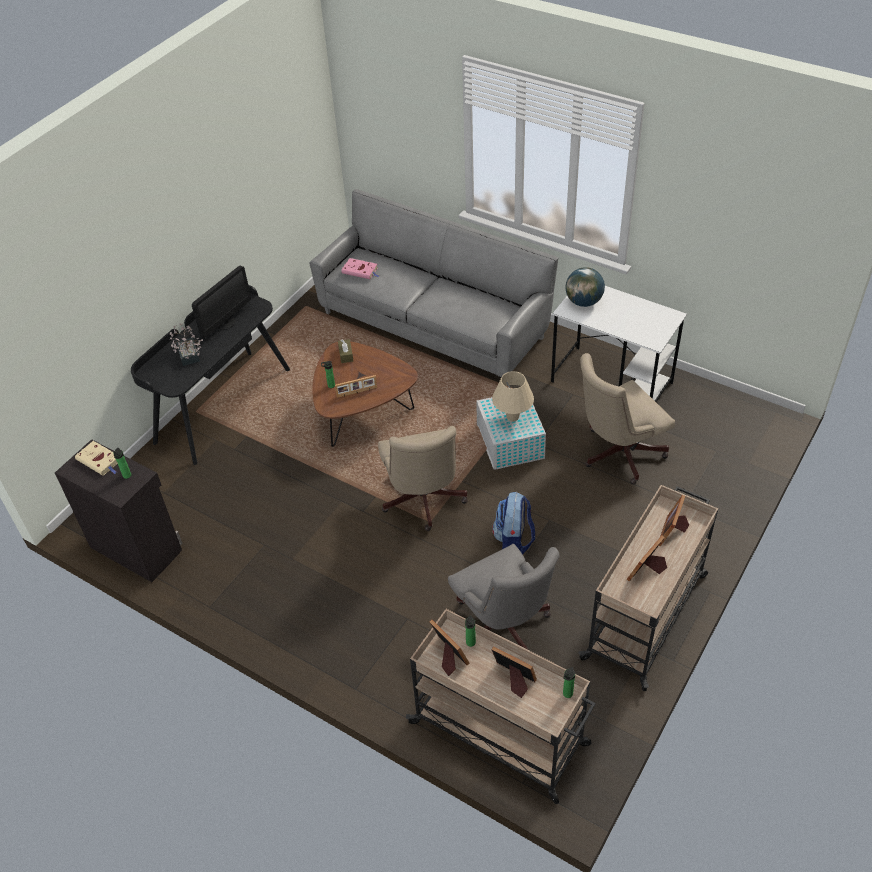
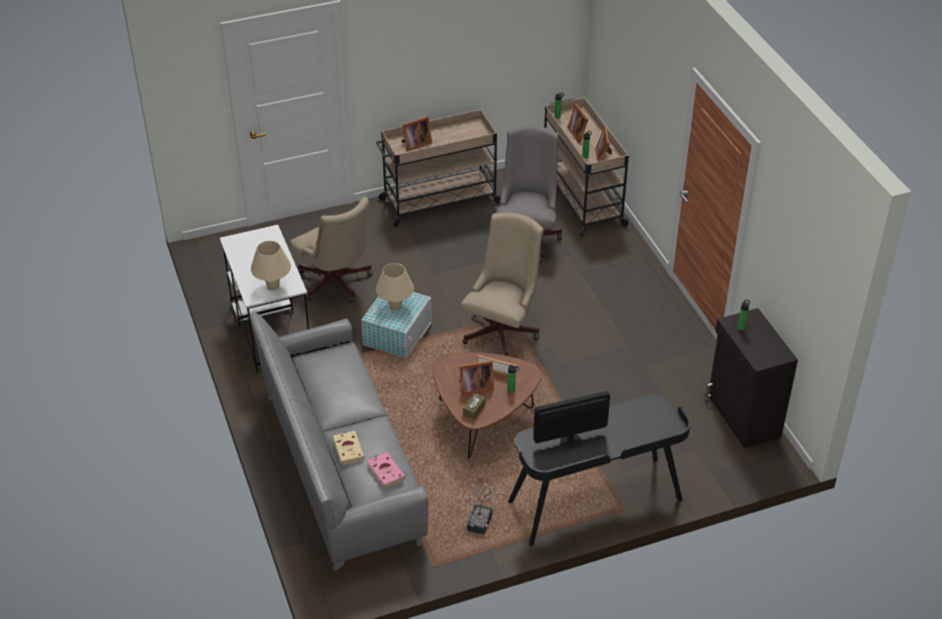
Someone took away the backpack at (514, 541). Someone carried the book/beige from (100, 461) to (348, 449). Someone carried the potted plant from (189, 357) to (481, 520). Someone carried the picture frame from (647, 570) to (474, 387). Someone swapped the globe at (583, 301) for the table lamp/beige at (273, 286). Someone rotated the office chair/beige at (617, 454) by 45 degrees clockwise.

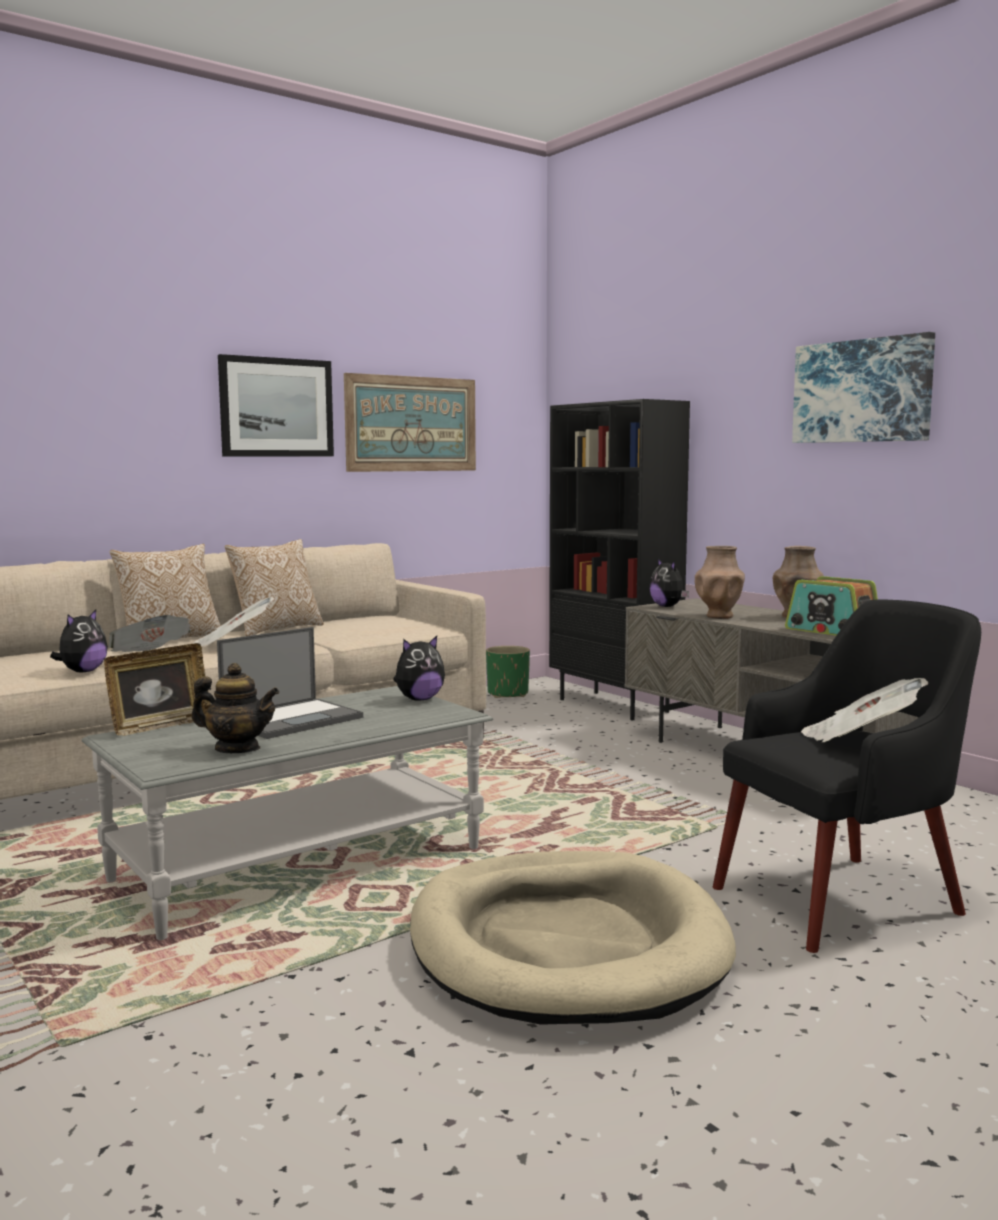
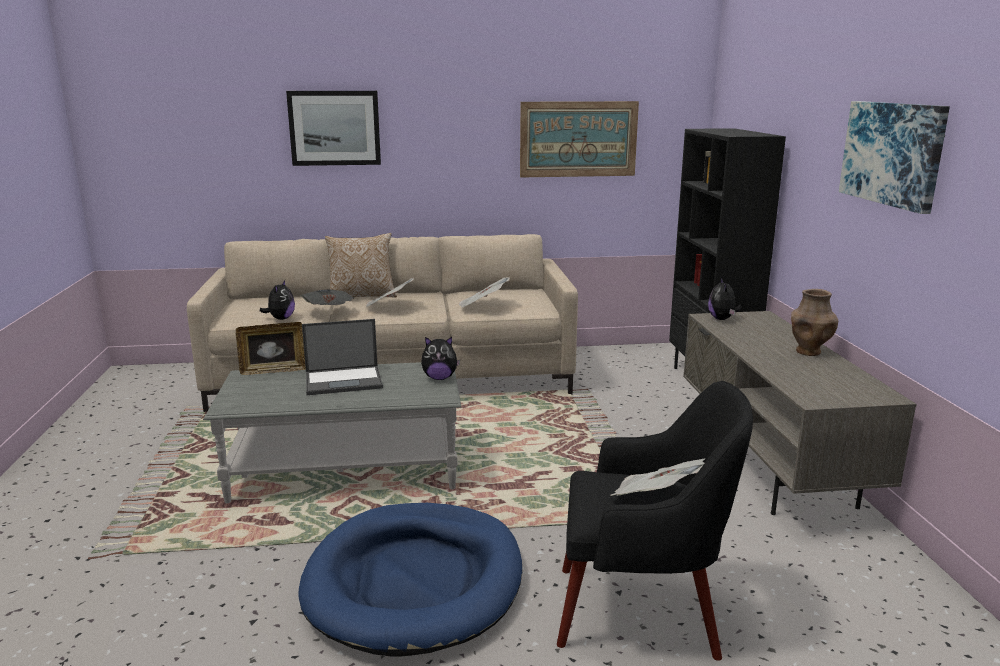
Someone took away the teapot at (237, 749). Someone took away the pillow at (276, 629). Someone took away the planter/green at (507, 694). Someone took away the vase/brown at (719, 616). Someone took away the radio at (832, 631). Someone put down the newspaper at (482, 306). Someone carried the picture from (276, 407) to (334, 128). Someone repainted the dog bed/beige at (566, 945), which became the dog bed/blue at (415, 581). Someone rotated the plush toy at (82, 671) by 45 degrees counterclockwise.

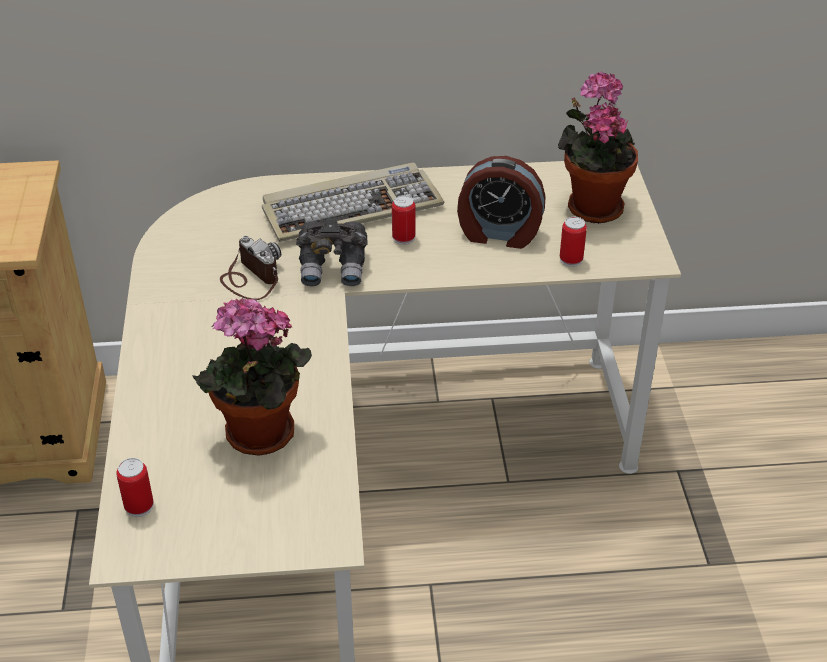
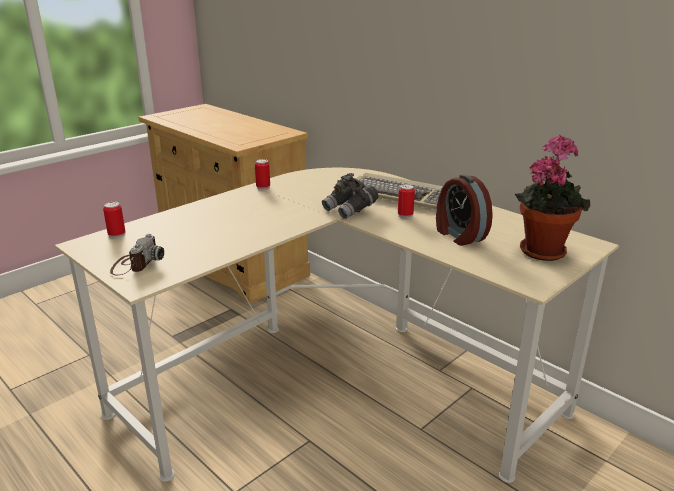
Someone took away the potted plant at (258, 438). Someone carried the photo camera from (251, 278) to (136, 264). Someone carried the can from (571, 260) to (263, 187).

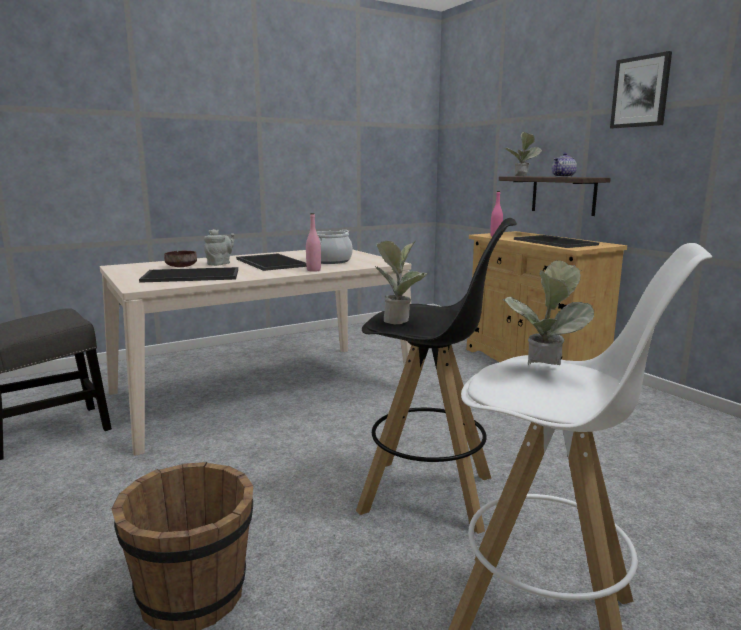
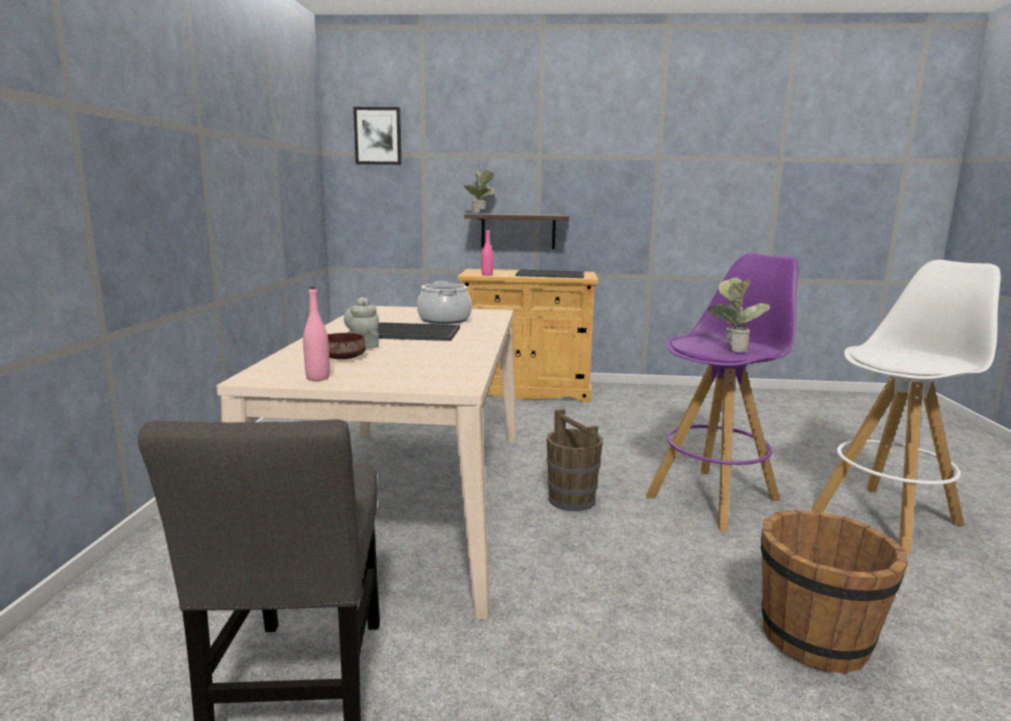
Someone took away the tray at (190, 276). Someone took away the potted plant at (543, 370). Someone took away the teapot at (563, 176). Someone put down the bucket/brown at (572, 500). Someone carried the bottle/pink from (313, 270) to (318, 378). Someone carried the picture from (640, 92) to (378, 136). Someone repainted the stool/black at (429, 494), which became the stool/purple at (714, 497).

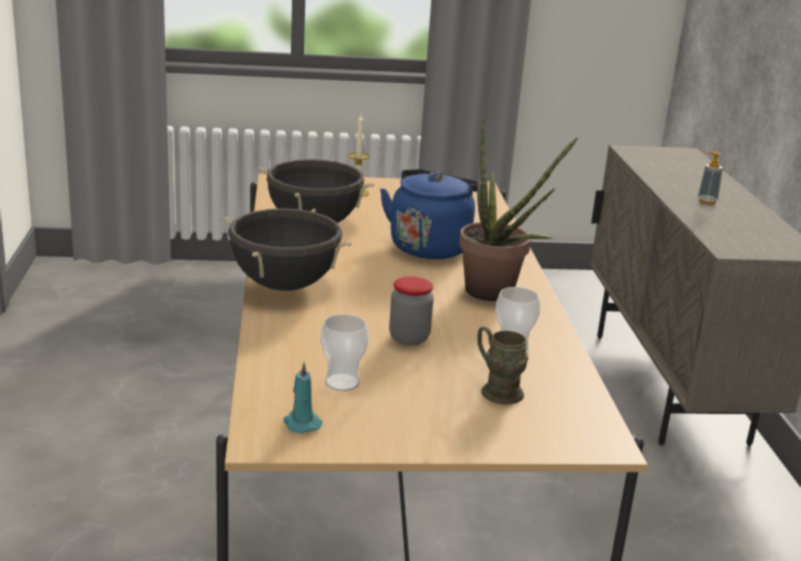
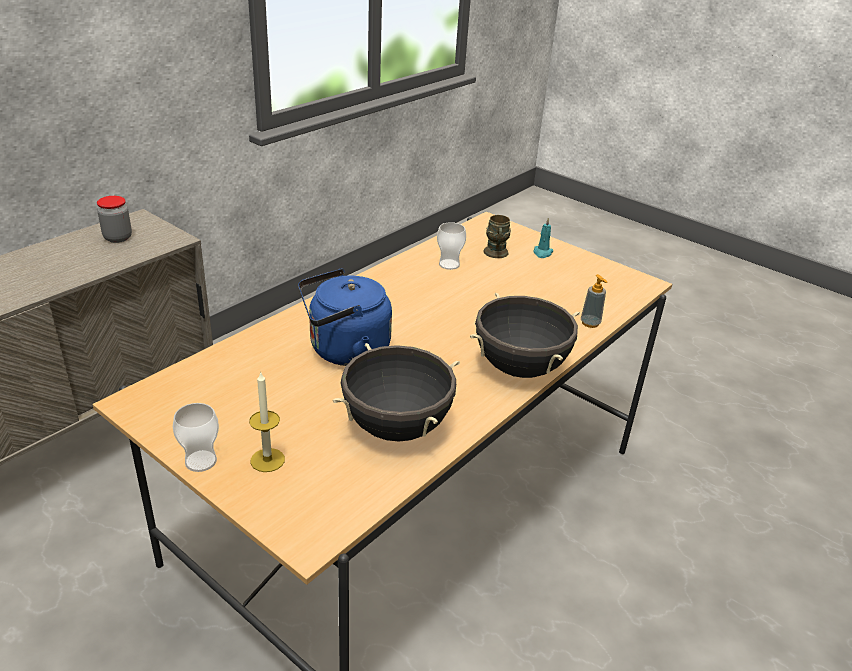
Someone took away the potted plant at (497, 295). Someone carried the candle/turquoise from (301, 423) to (542, 253). Someone carried the cup from (342, 383) to (201, 461). Someone carried the jar from (409, 338) to (118, 238). Someone carried the soap dispenser from (707, 201) to (590, 323).

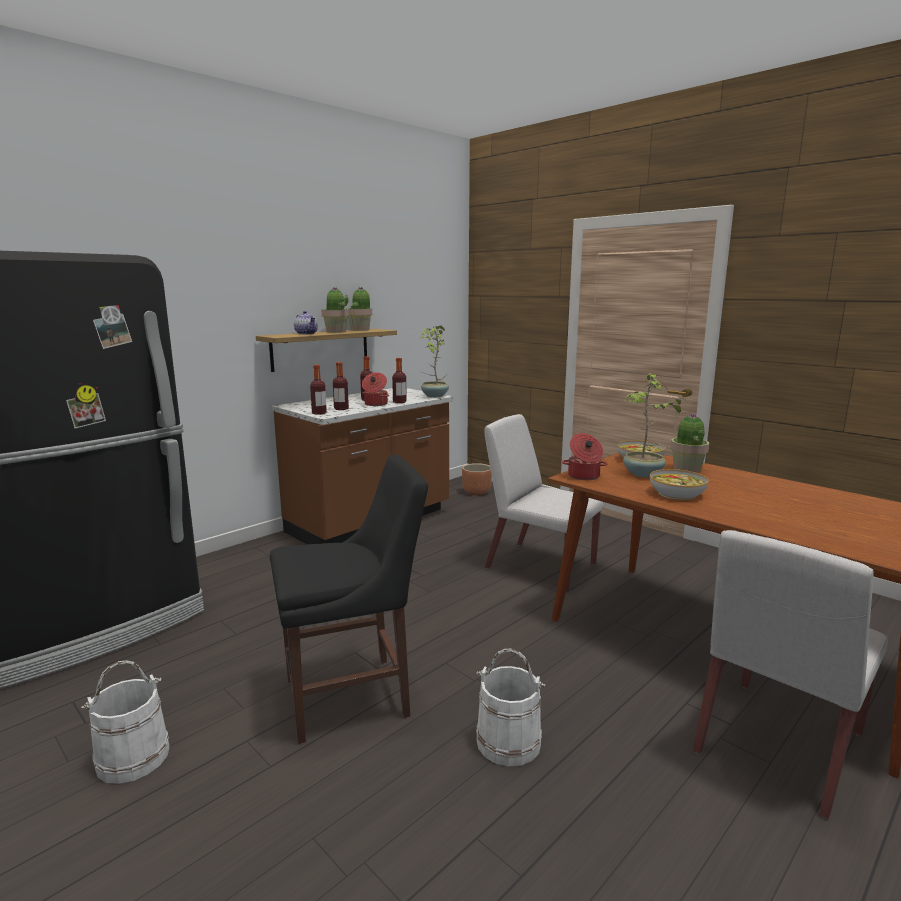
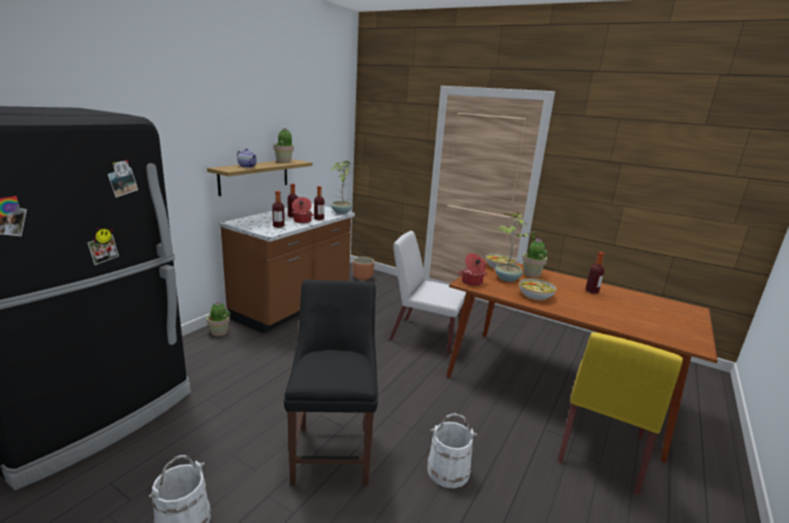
Someone carried the bottle from (319, 413) to (591, 291). Someone carried the potted plant from (336, 332) to (219, 332). Someone repainted the chair/white at (778, 744), which became the chair/yellow at (601, 450). Someone rotated the chair/black at (354, 696) by 60 degrees counterclockwise.

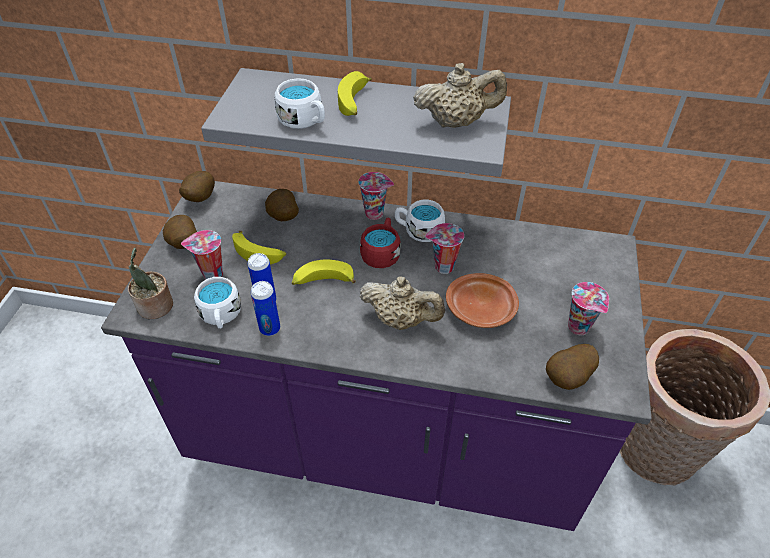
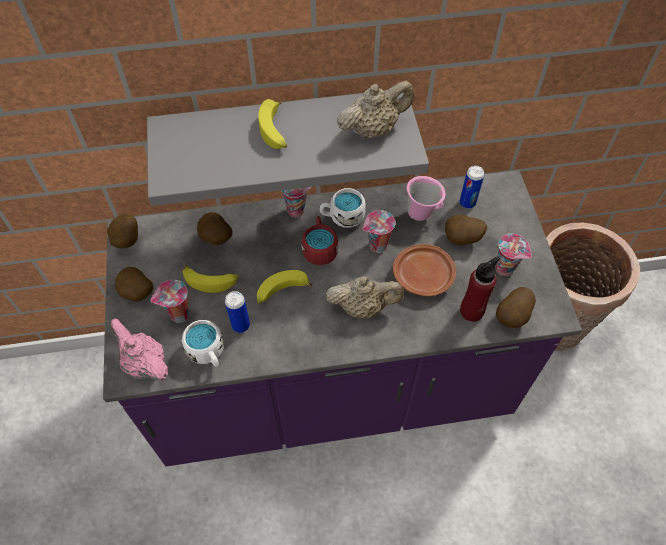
Someone took away the mug/white at (304, 121). Someone put down the mug/pink at (421, 213). Someone put down the potato at (462, 240). Someone put down the bottle/red at (472, 311). Someone carried the can from (270, 328) to (467, 203). Someone swapped the potted plant at (156, 307) for the teapot/pink at (144, 363).

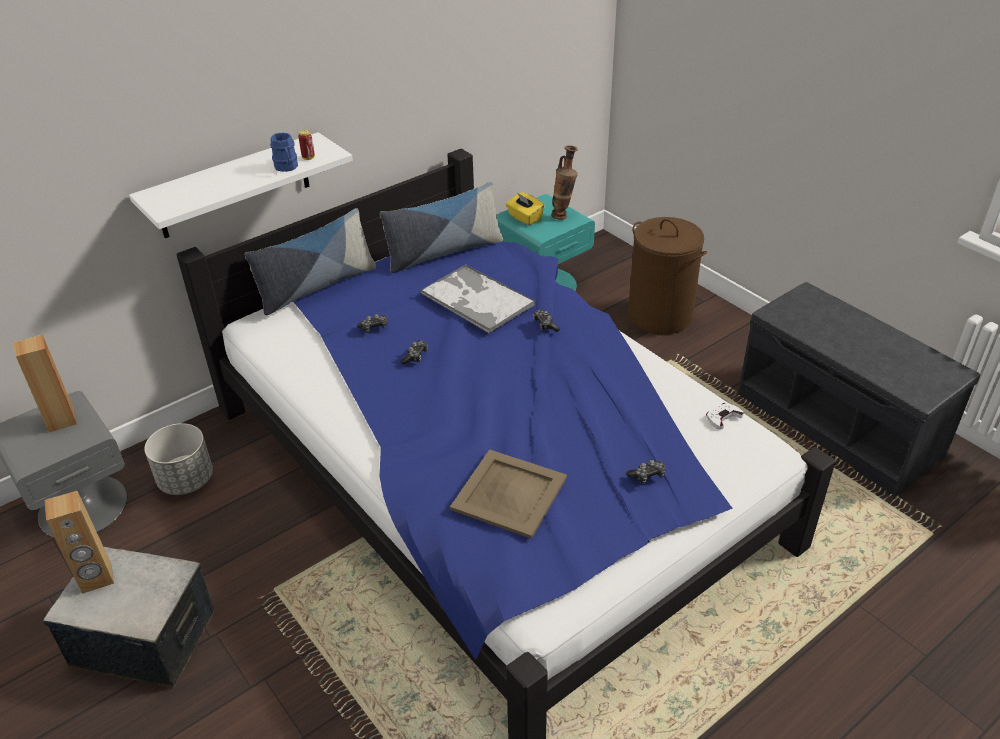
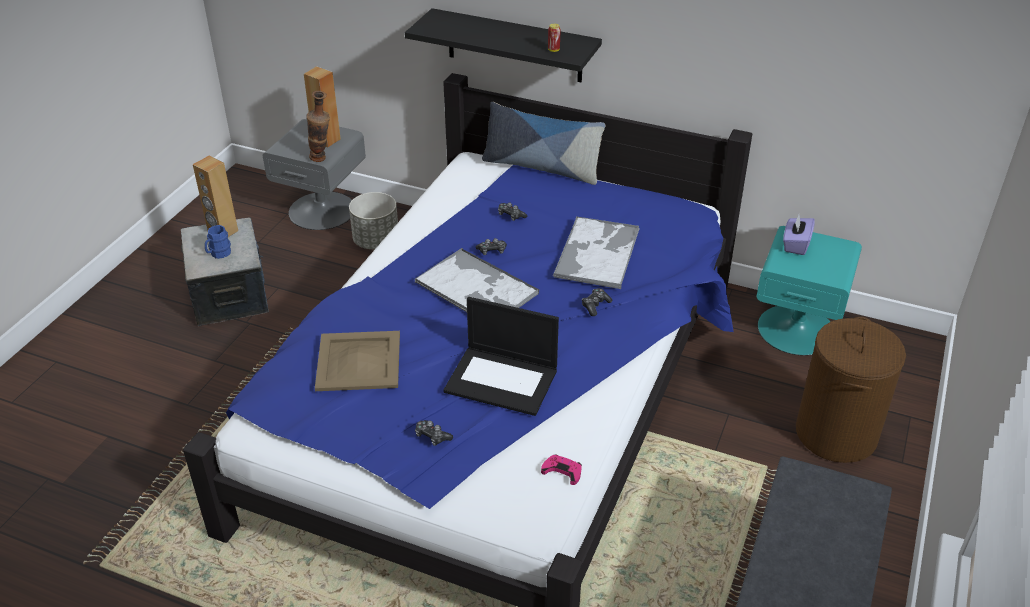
Someone took away the pillow at (444, 252). Someone put down the tray at (477, 288). Someone put down the laptop at (503, 380). Someone carried the mug/blue from (287, 167) to (218, 254). Someone carried the vase from (563, 216) to (322, 160). Someone repainted the shelf/white at (234, 186), which became the shelf/black at (514, 46). Someone repainted the tissue box/yellow at (524, 218), which became the tissue box/purple at (795, 244). Someone repainted the game controller/white at (723, 417), which became the game controller/pink at (562, 471).

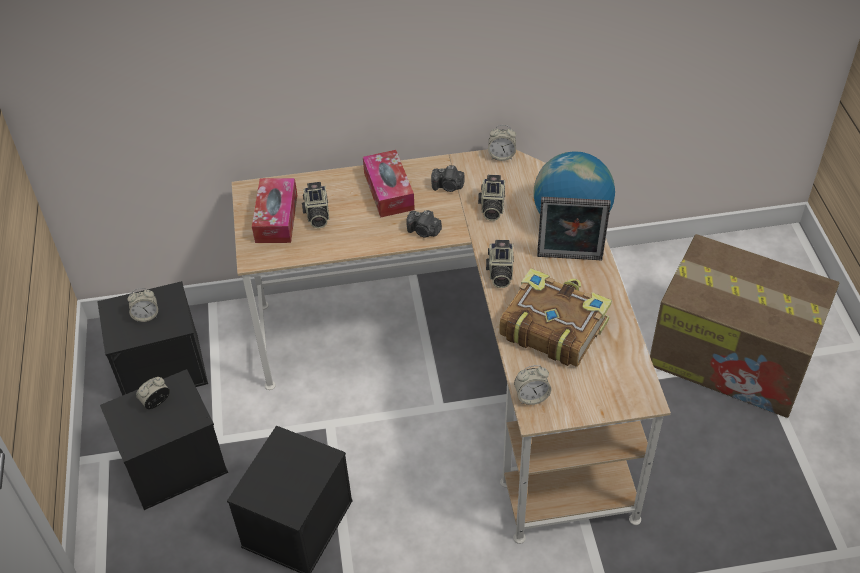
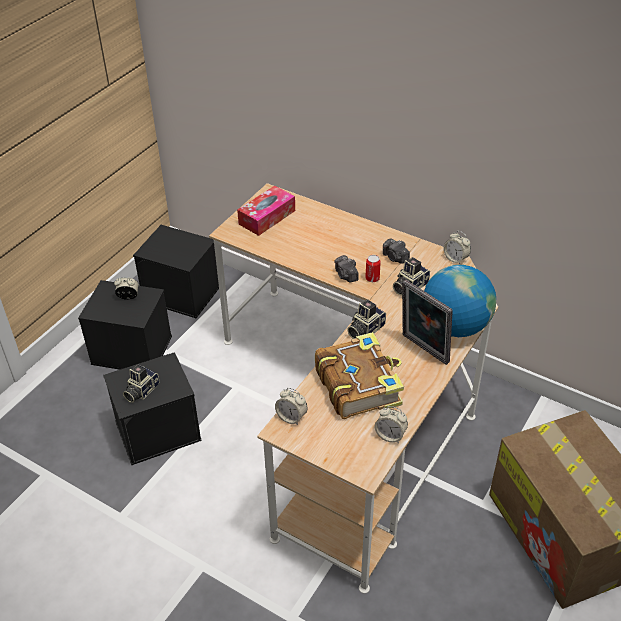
Someone took away the tissue box at (389, 191). Someone put down the can at (372, 278). Someone carried the alarm clock from (146, 316) to (390, 435). Someone carried the photo camera from (316, 215) to (140, 391).

